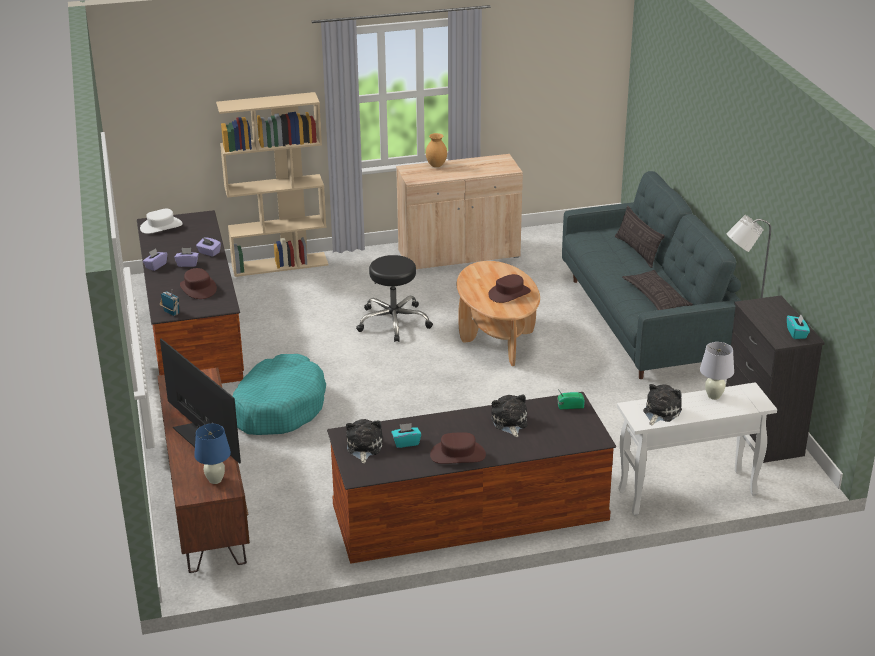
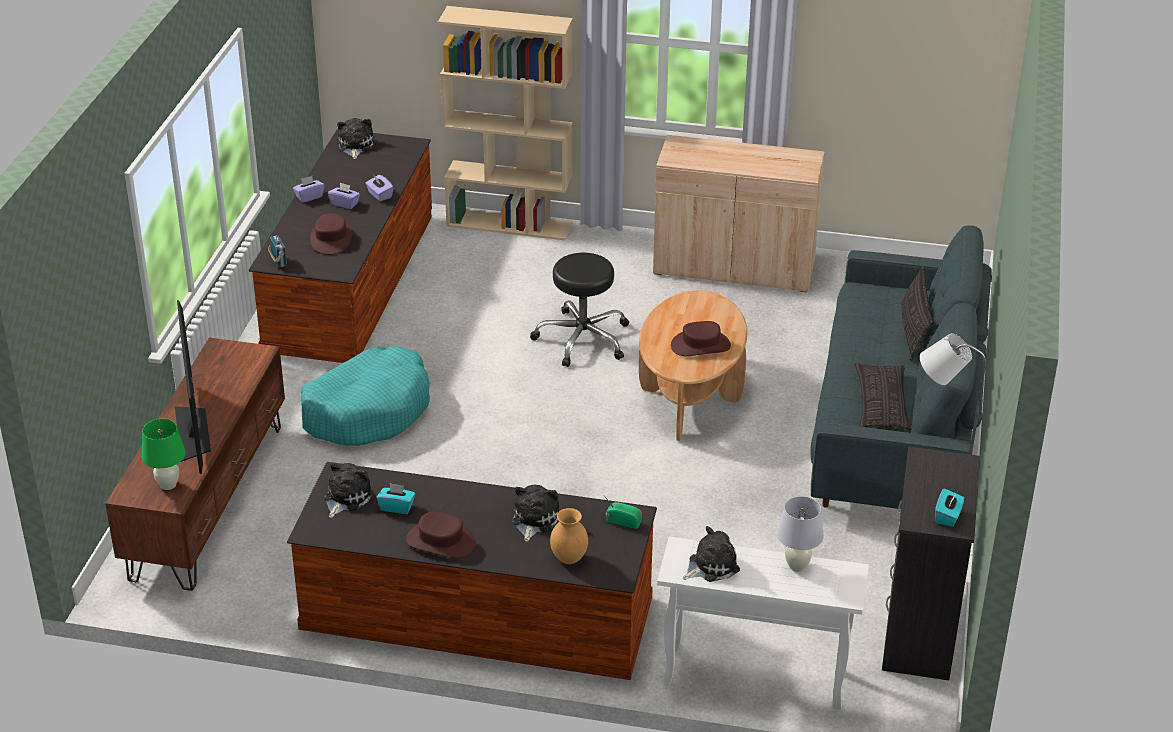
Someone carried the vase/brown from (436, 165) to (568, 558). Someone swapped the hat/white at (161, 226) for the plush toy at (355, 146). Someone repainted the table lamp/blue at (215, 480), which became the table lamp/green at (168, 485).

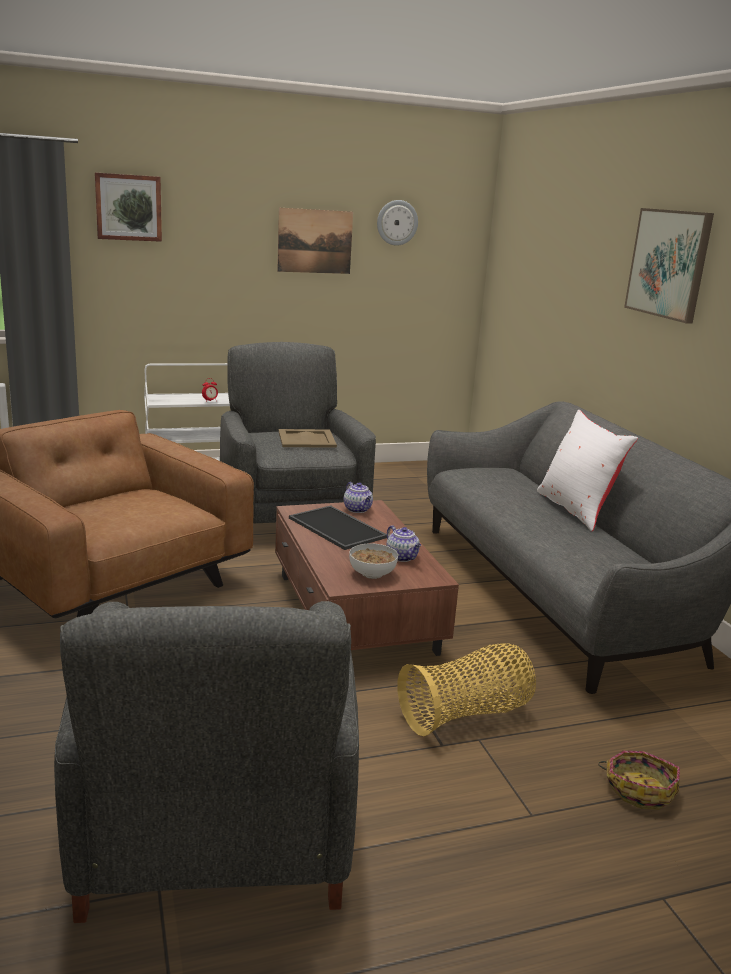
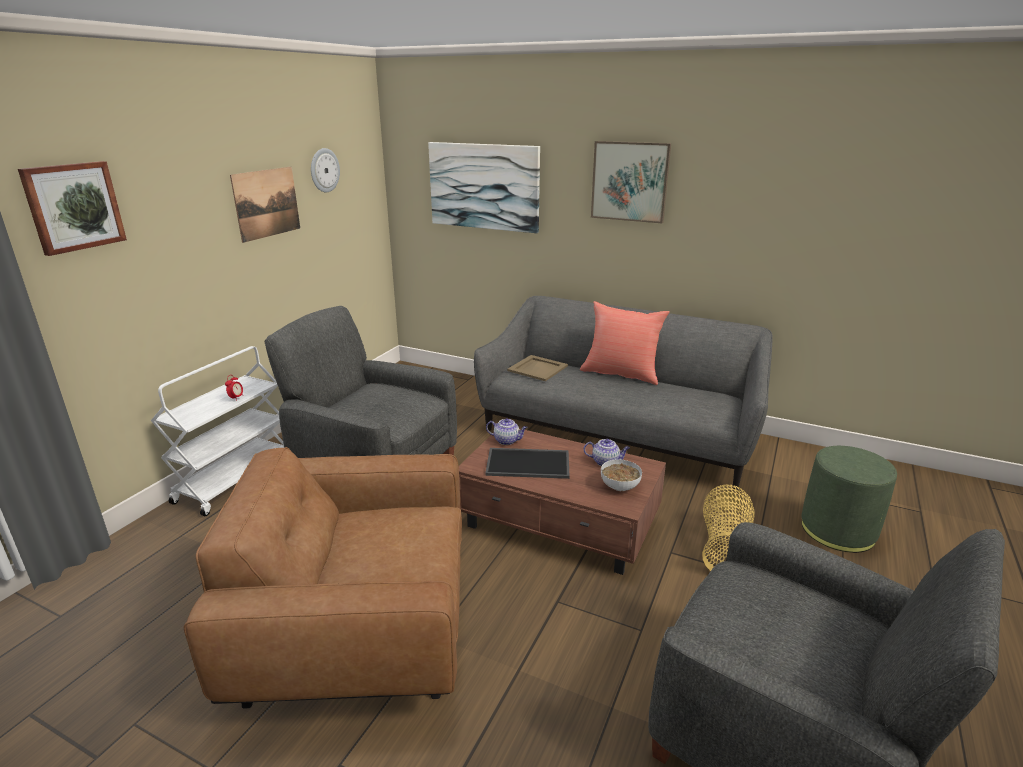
Someone put up the picture at (484, 186). Someone carried the tray/beige from (306, 439) to (537, 368). Someone swapped the basket at (639, 789) for the ottoman/green at (838, 530). Someone repainted the pillow/white at (576, 510), which became the pillow/red at (621, 373).

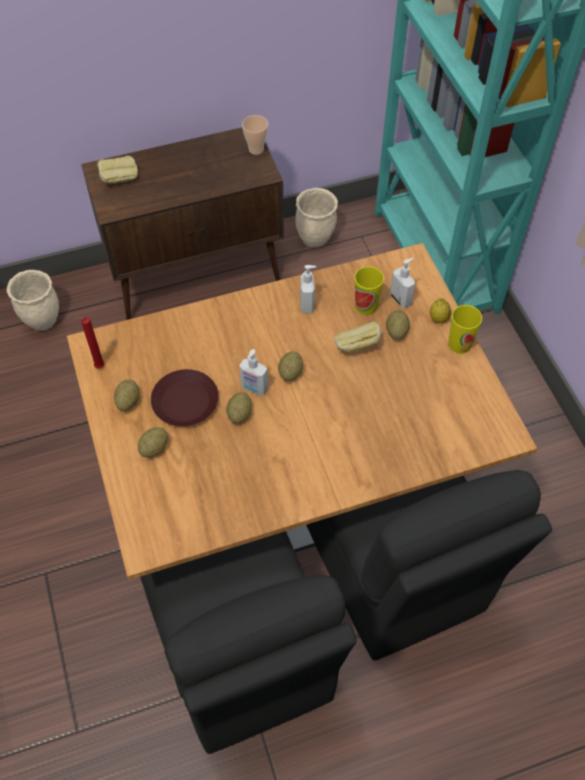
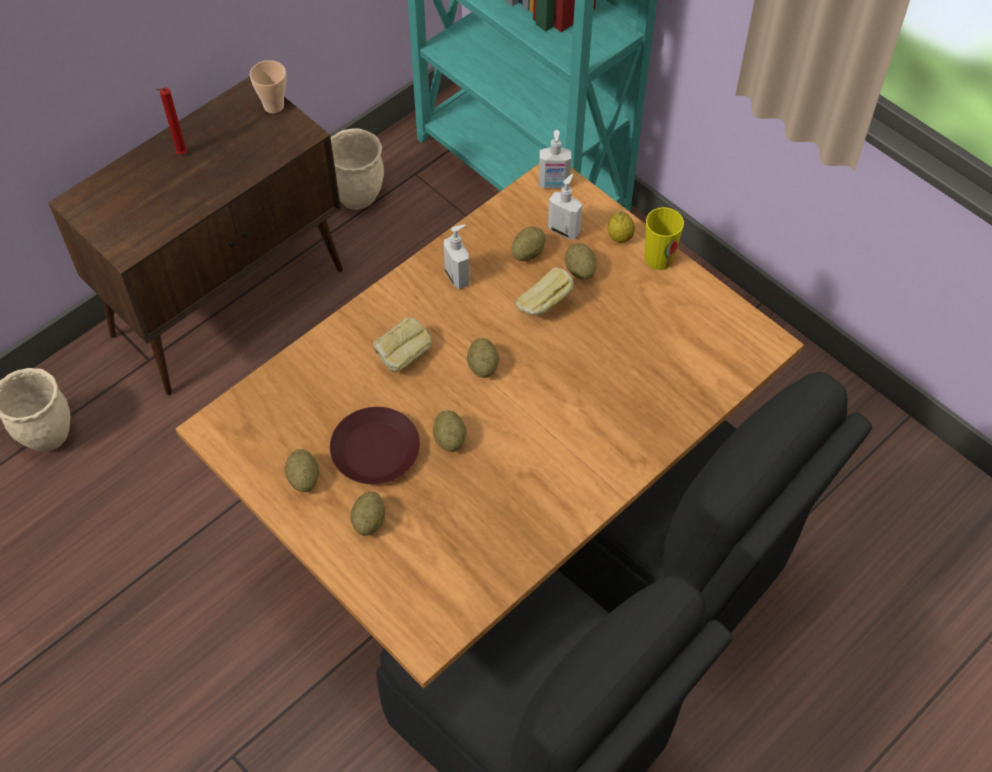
Someone carried the candle/red from (98, 367) to (180, 155). Someone carried the bread from (119, 179) to (403, 357). Someone carried the soap dispenser from (254, 388) to (553, 184). Someone swapped the cup at (366, 306) for the potato at (528, 253).

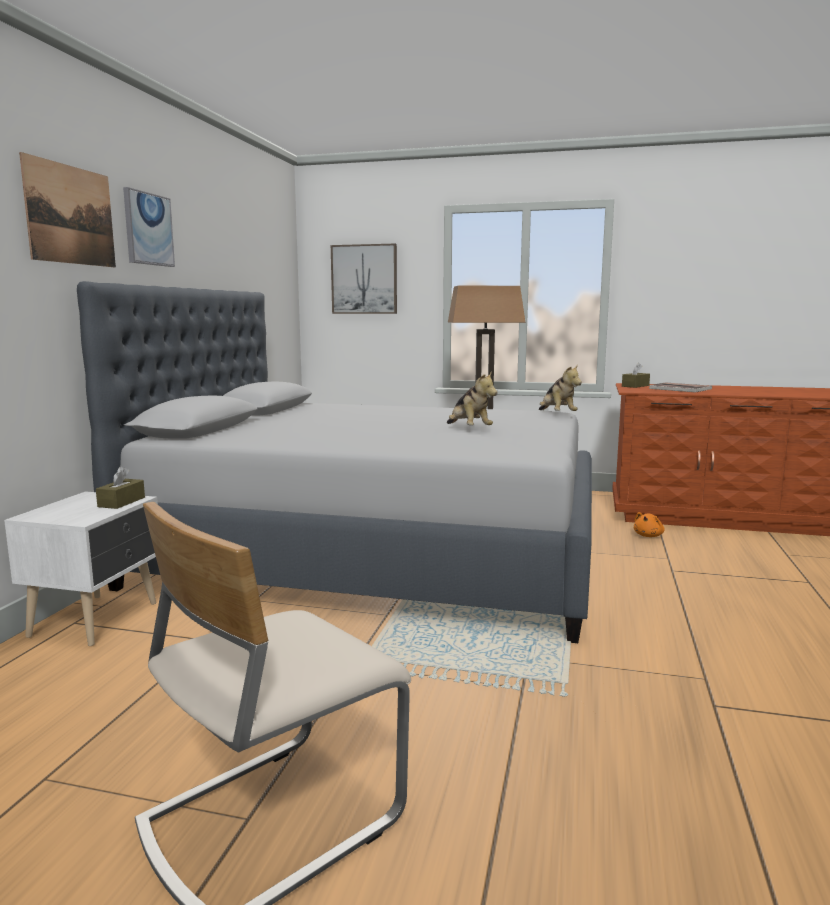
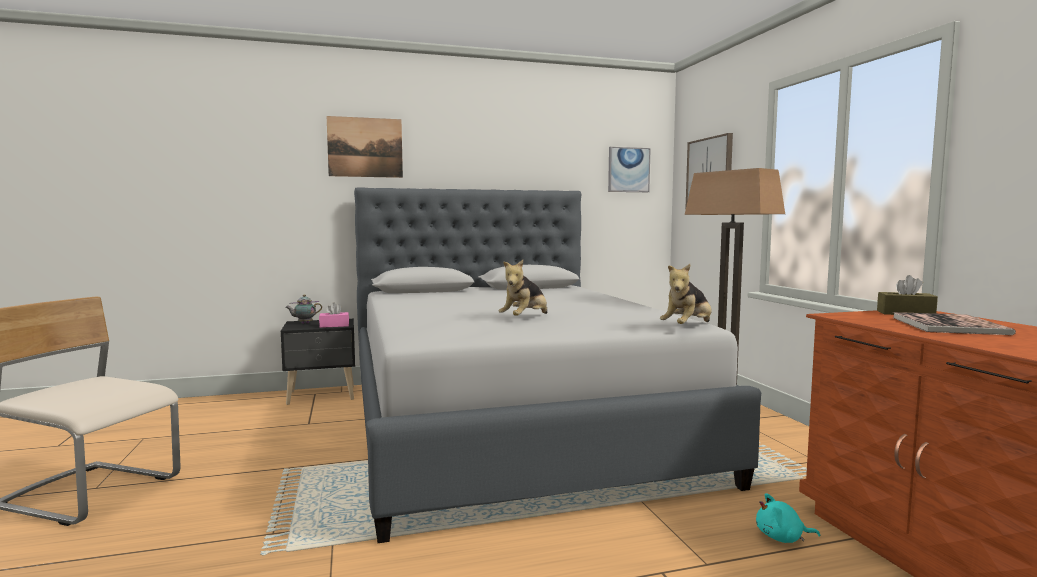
Someone put down the teapot at (304, 323). Someone carried the picture from (148, 229) to (628, 170). Someone repainted the nightstand/white at (98, 619), which became the nightstand/black at (322, 396). Someone repainted the tissue box/brown at (121, 502), which became the tissue box/pink at (334, 325). Someone repainted the plush toy/orange at (648, 536), which became the plush toy/turquoise at (782, 538).

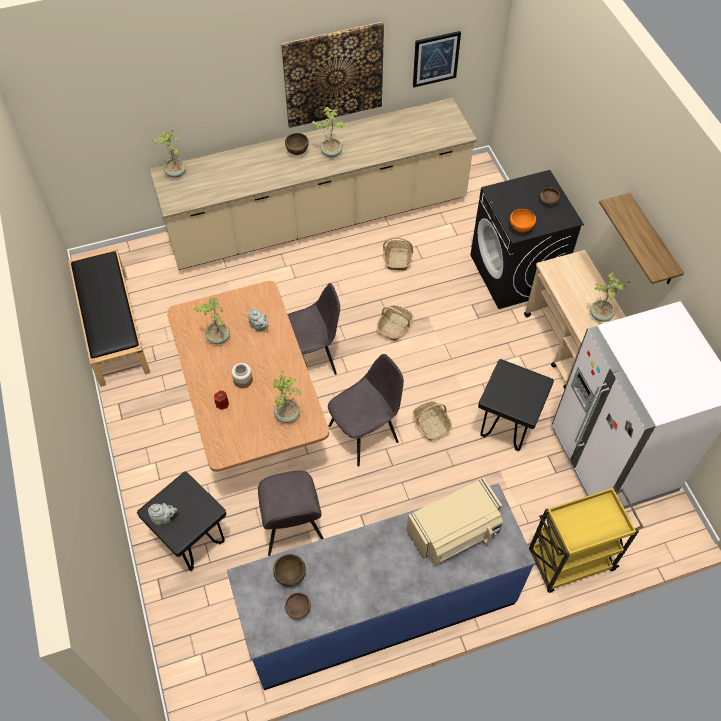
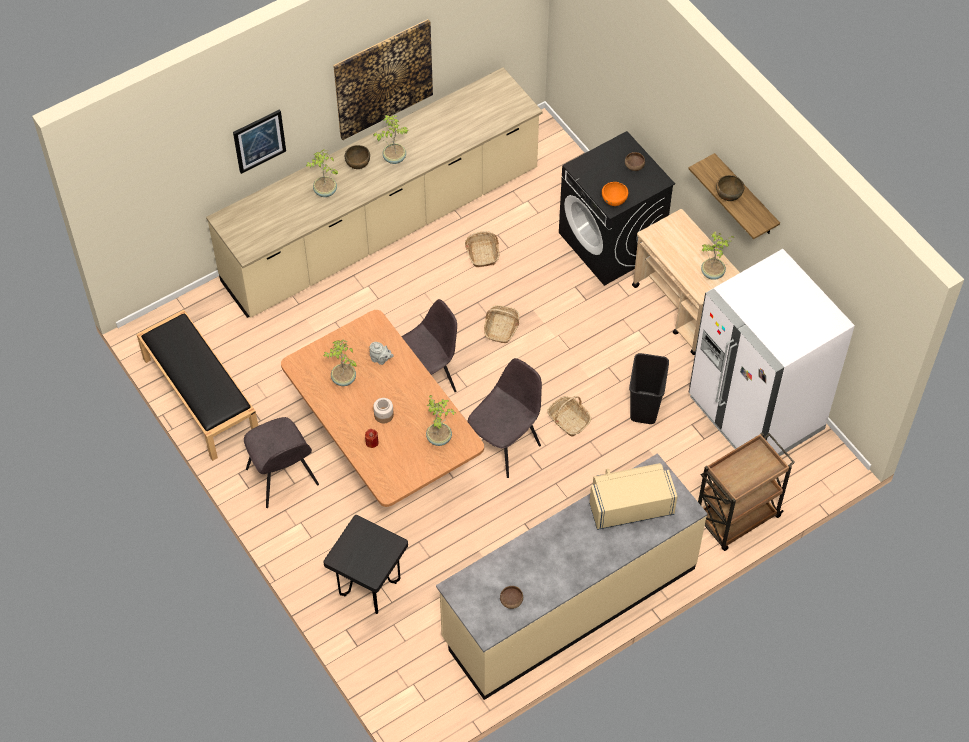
Someone took away the teapot/grey at (164, 518). Someone carried the potted plant from (175, 173) to (325, 192). Someone carried the chair/grey from (292, 528) to (283, 478). Someone carried the bowl/brown from (290, 576) to (728, 197). Someone carried the picture from (435, 58) to (259, 140). Someone swapped the stool/black at (506, 429) for the trash can/black at (644, 407). Someone repainted the counter/blue at (379, 608), which became the counter/beige at (568, 603). Someone repainted the cart/yellow at (569, 561), which became the cart/brown at (736, 518). Someone rotated the microwave/beige at (454, 532) by 150 degrees counterclockwise.

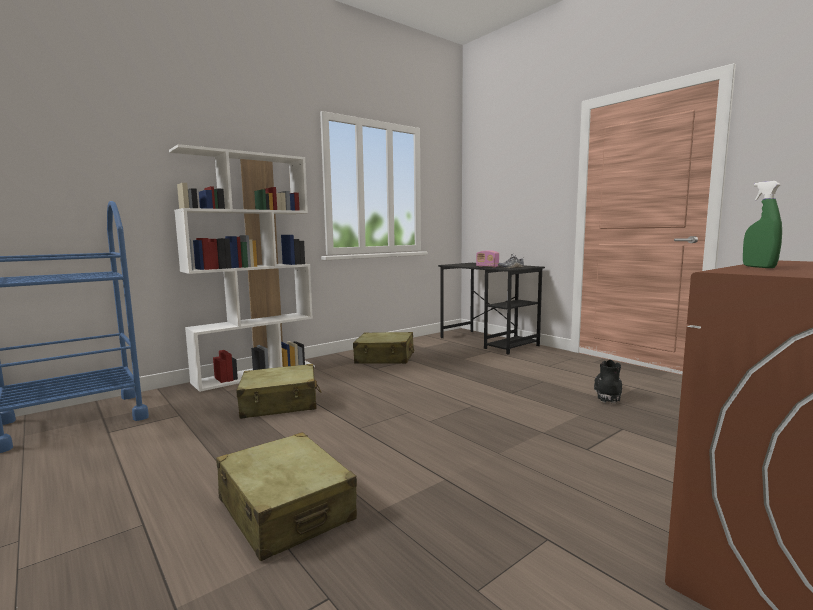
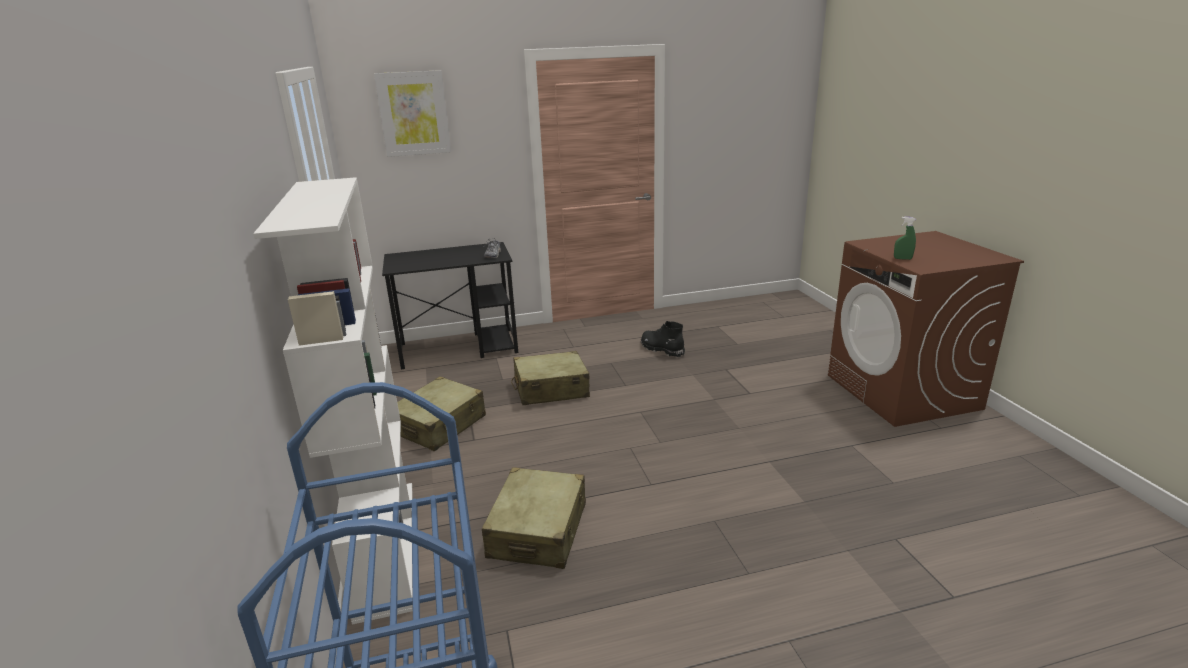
Someone took away the radio at (487, 267). Someone put up the picture at (413, 113). Someone carried the suitcase/beige from (286, 510) to (551, 389).

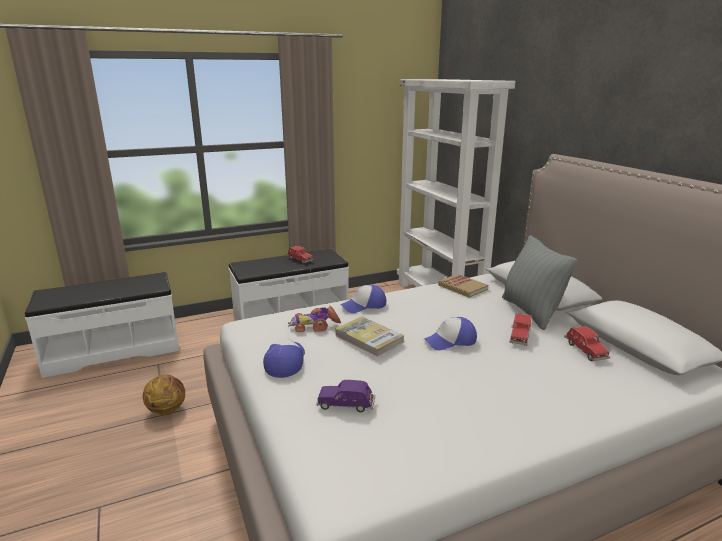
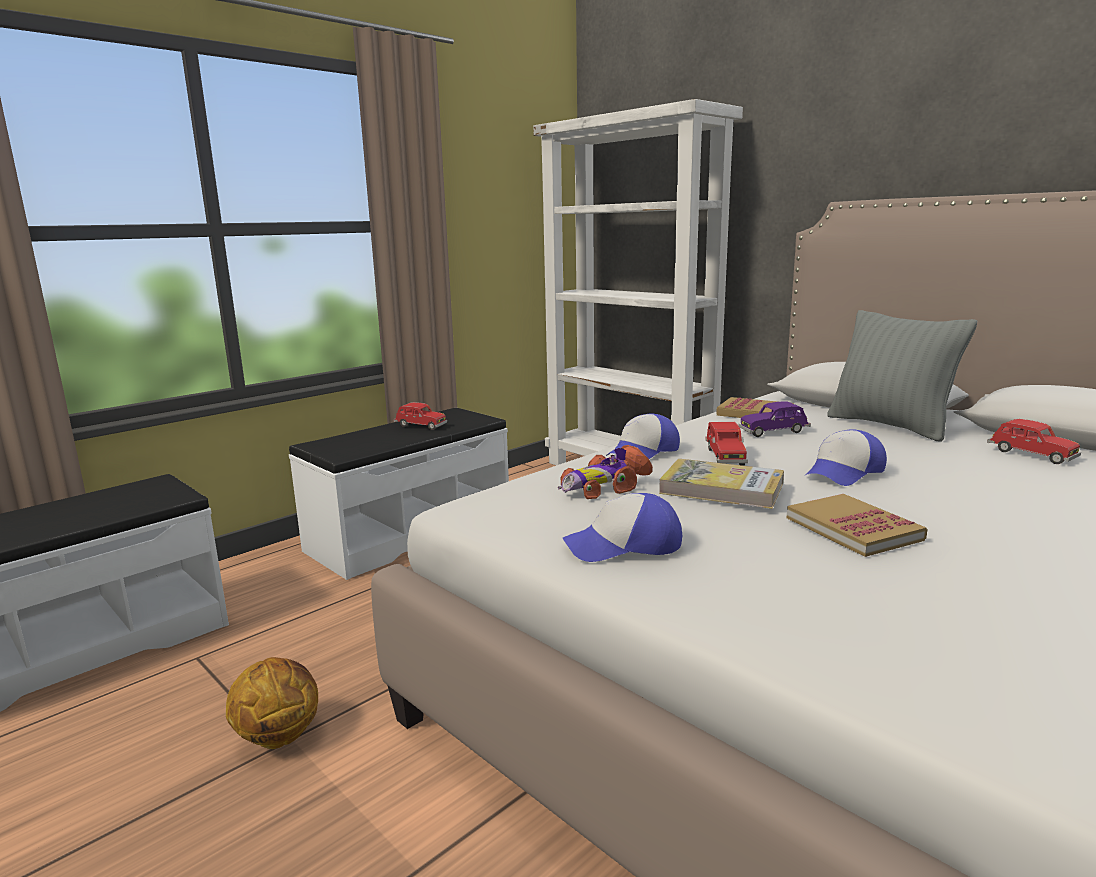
Someone put down the book at (853, 528). Someone carried the toy car/purple from (346, 405) to (774, 432). Someone carried the toy car/red from (520, 336) to (724, 457). Someone rotated the cap at (286, 362) by 90 degrees counterclockwise.

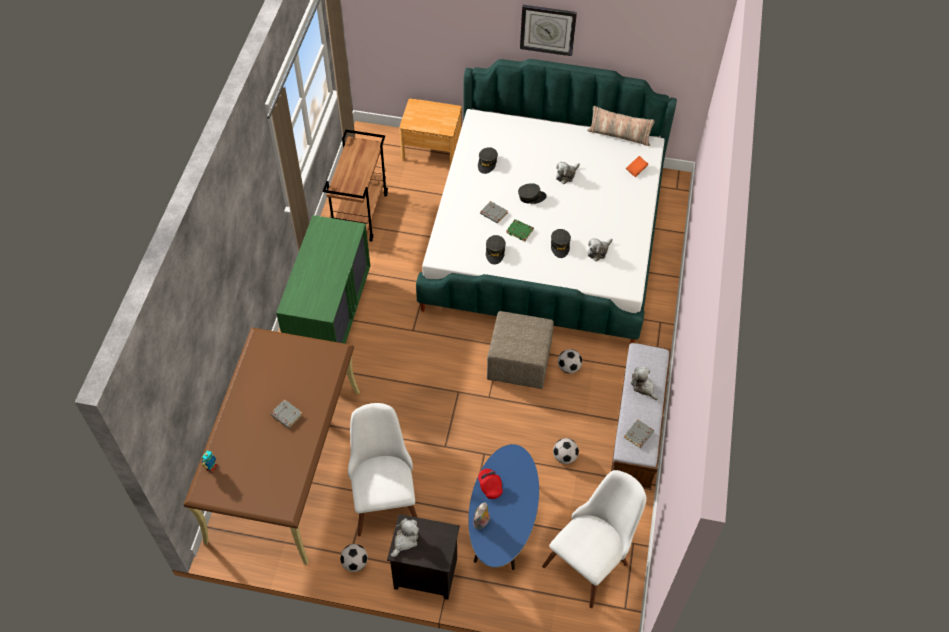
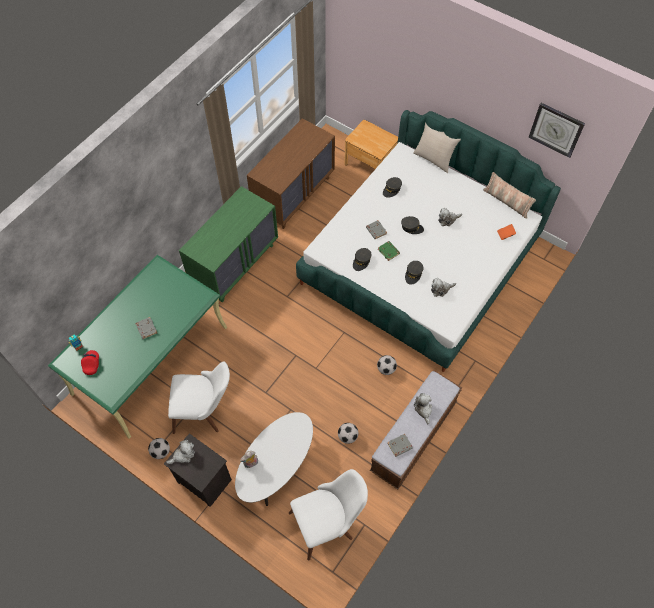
Someone took away the ottoman/beige at (520, 363). Someone put down the pillow/beige at (434, 159). Someone carried the cap/red from (490, 486) to (92, 364). Someone carried the wall clock from (548, 29) to (556, 129). Someone swapped the cart/brown at (360, 214) for the dresser/brown at (294, 195). Someone repainted the desk/brown at (285, 463), which became the desk/green at (151, 359). Someone repainted the coffee table/blue at (502, 523), which became the coffee table/white at (276, 467). Someone rotated the chair/white at (384, 495) by 75 degrees clockwise.

